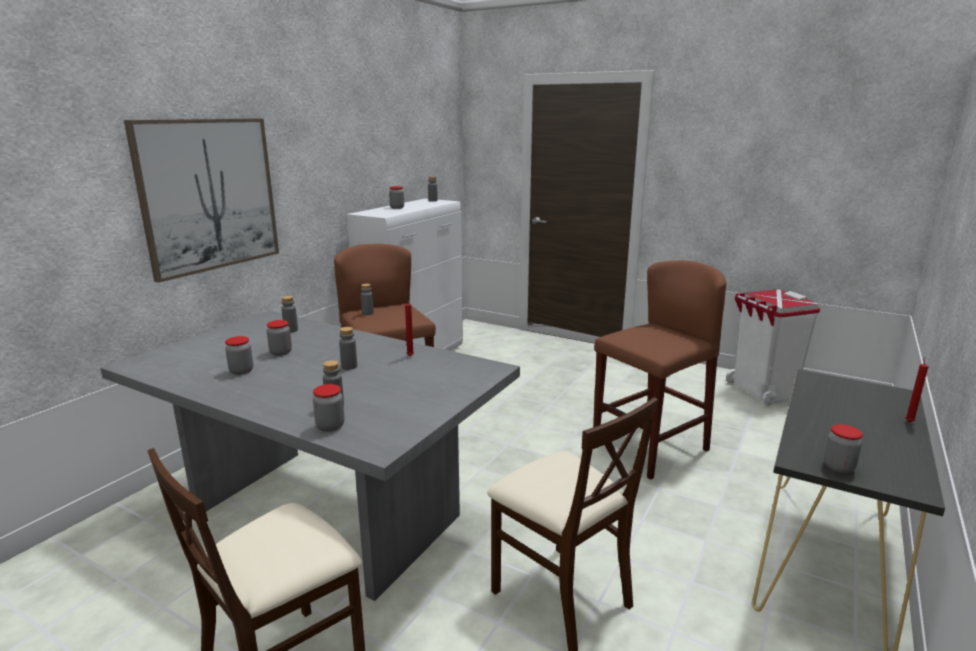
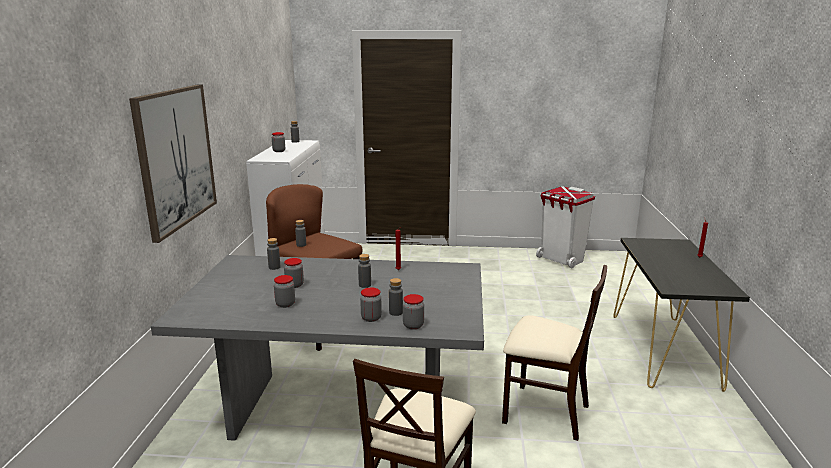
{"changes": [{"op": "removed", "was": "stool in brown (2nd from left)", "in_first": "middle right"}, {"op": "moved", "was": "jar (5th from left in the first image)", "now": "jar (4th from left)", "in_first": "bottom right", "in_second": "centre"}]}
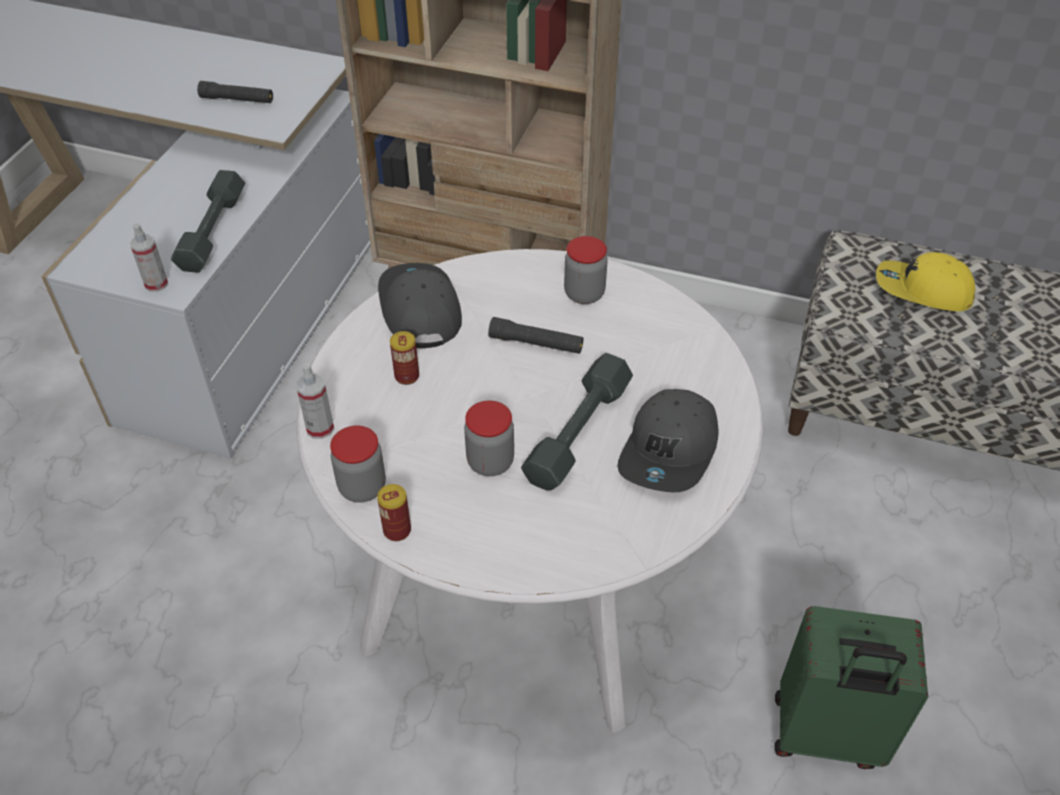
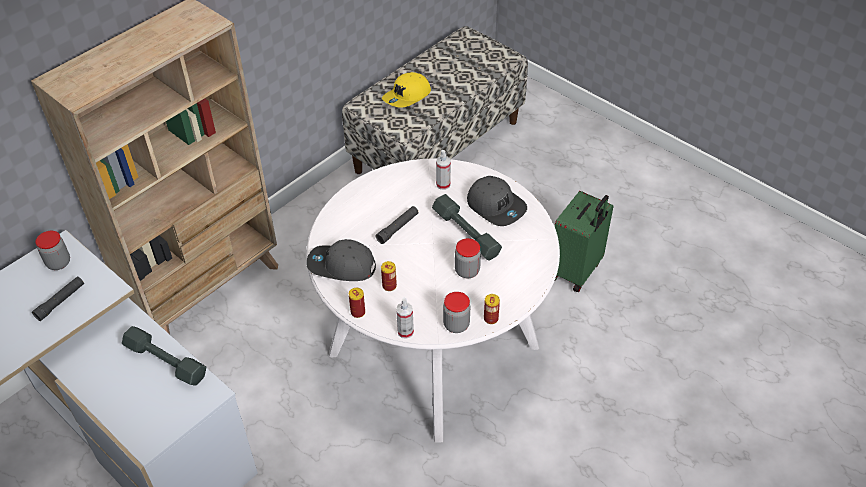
{"changes": [{"op": "added", "now": "can (1st from left)", "in_second": "centre"}, {"op": "moved", "was": "spray bottle (1st from left in the first image)", "now": "spray bottle (2nd from left)", "in_first": "top left", "in_second": "centre"}, {"op": "moved", "was": "jar (3rd from left in the first image)", "now": "jar (1st from left)", "in_first": "centre", "in_second": "middle left"}]}
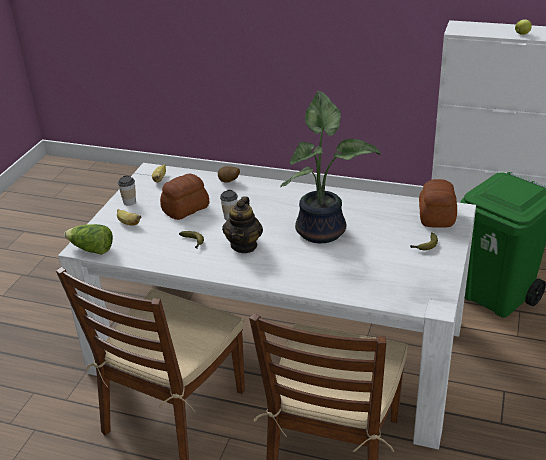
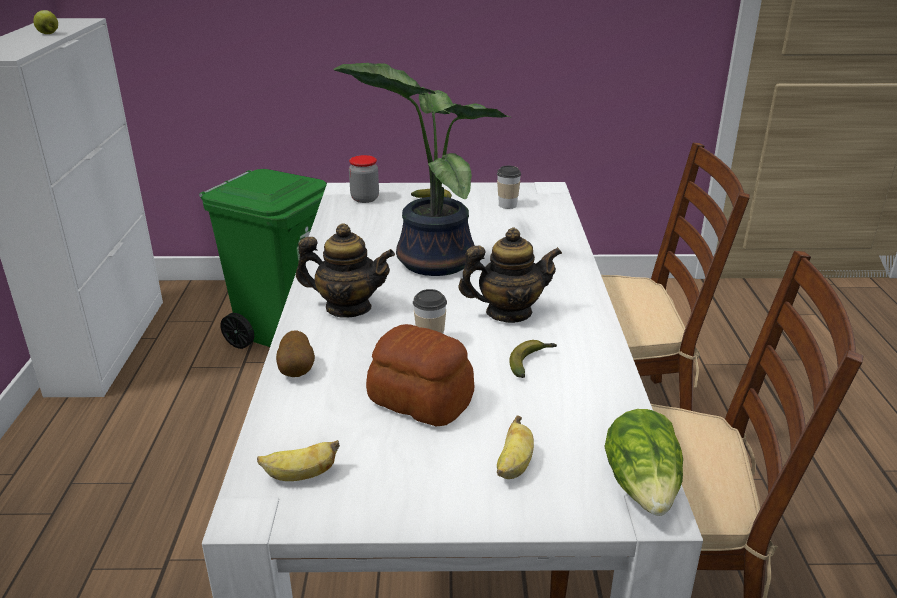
{"changes": [{"op": "added", "now": "teapot (1st from left)", "in_second": "centre"}, {"op": "moved", "was": "cup (1st from left in the first image)", "now": "cup (2nd from left)", "in_first": "middle left", "in_second": "top centre"}, {"op": "replaced", "was": "bread (2nd from left)", "now": "jar", "in_first": "middle right", "in_second": "top centre"}]}
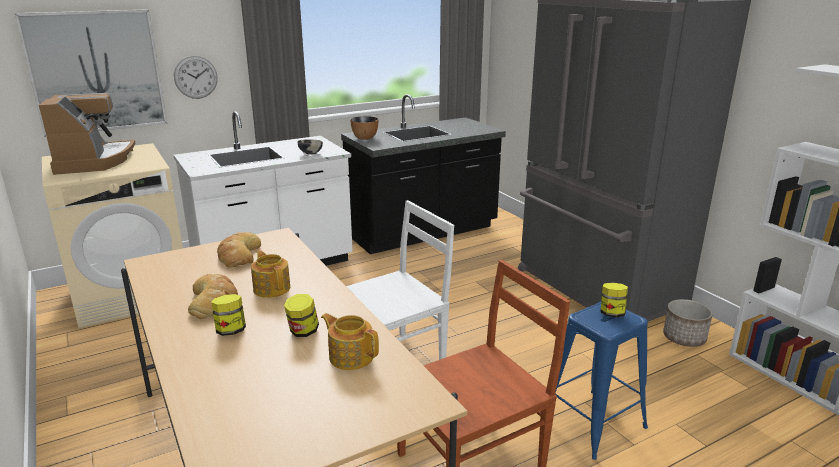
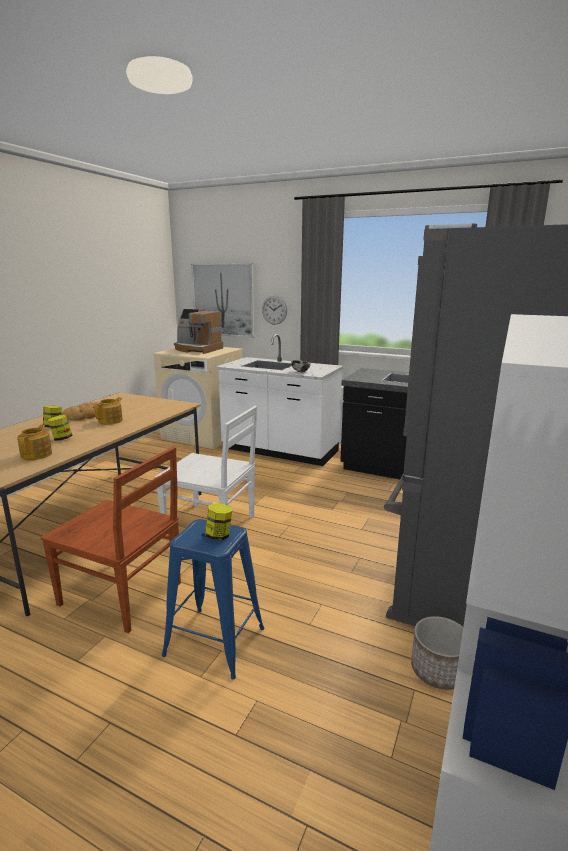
{"changes": [{"op": "removed", "was": "bread (2nd from left)", "in_first": "middle left"}, {"op": "removed", "was": "bowl (2nd from left)", "in_first": "top centre"}, {"op": "turned", "was": "coffee machine", "in_first": "top left", "in_second": "centre", "clockwise": 75}]}
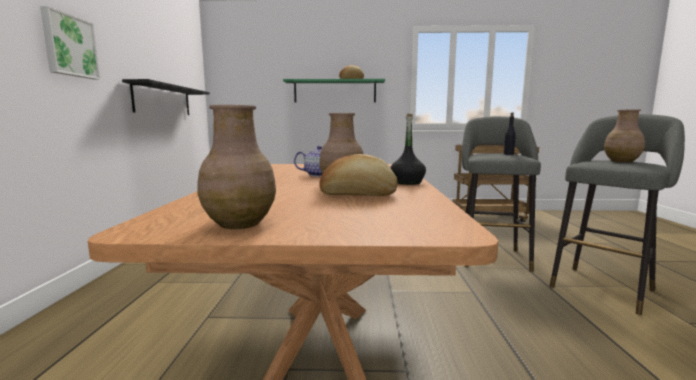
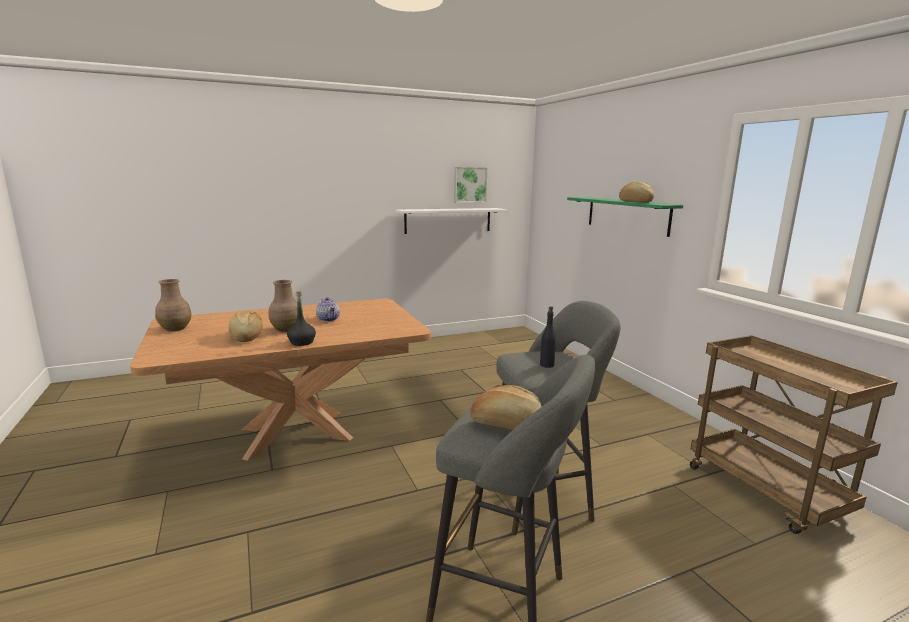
{"changes": [{"op": "moved", "was": "picture", "in_first": "top left", "in_second": "top centre"}, {"op": "replaced", "was": "vase in brown (3rd from left)", "now": "bread (2nd from left)", "in_first": "middle right", "in_second": "centre"}, {"op": "recoloured", "was": "shelf in black", "now": "shelf in white", "in_first": "top left", "in_second": "centre"}]}
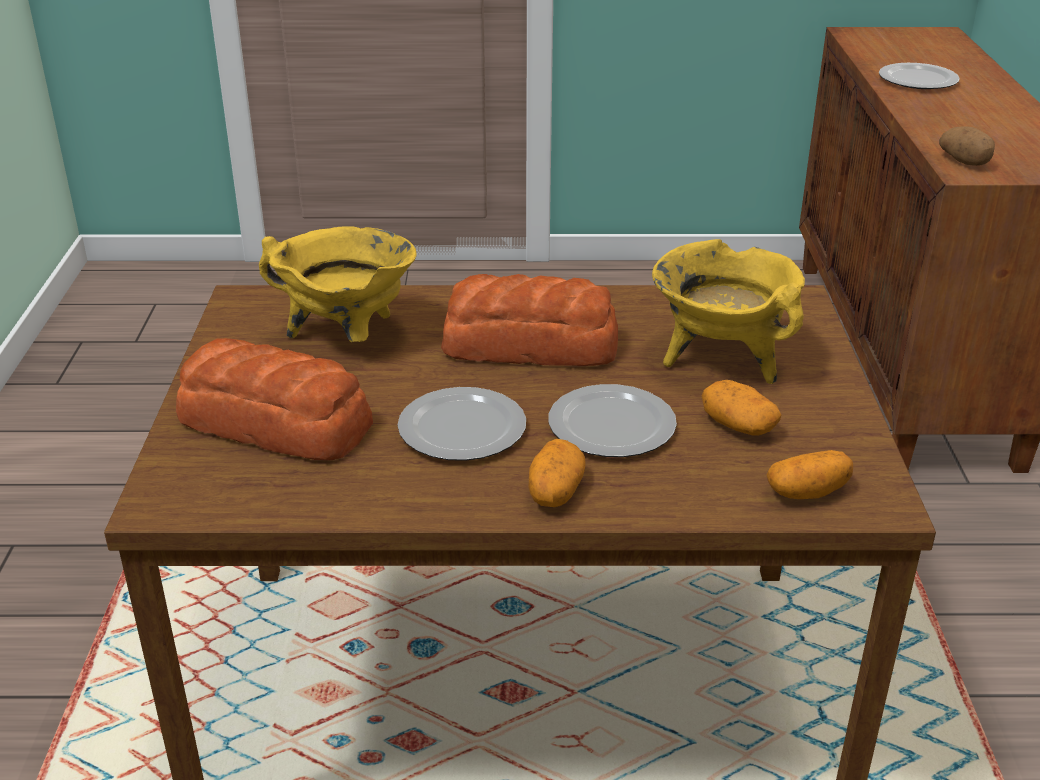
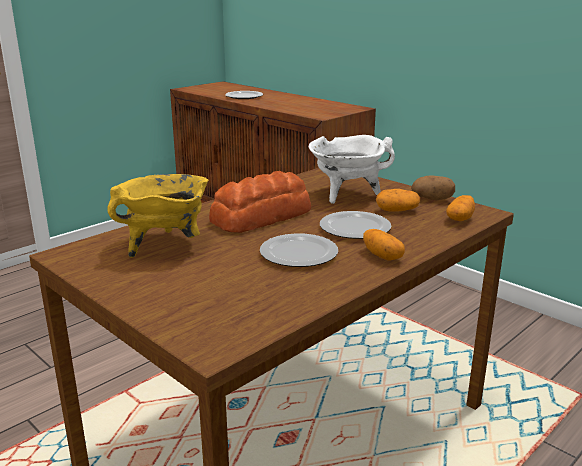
{"changes": [{"op": "removed", "was": "bread (1st from left)", "in_first": "middle left"}, {"op": "moved", "was": "potato (4th from left in the first image)", "now": "potato (3rd from left)", "in_first": "top right", "in_second": "middle right"}, {"op": "recoloured", "was": "cooking pot in yellow (2nd from left)", "now": "cooking pot in white", "in_first": "middle right", "in_second": "centre"}]}
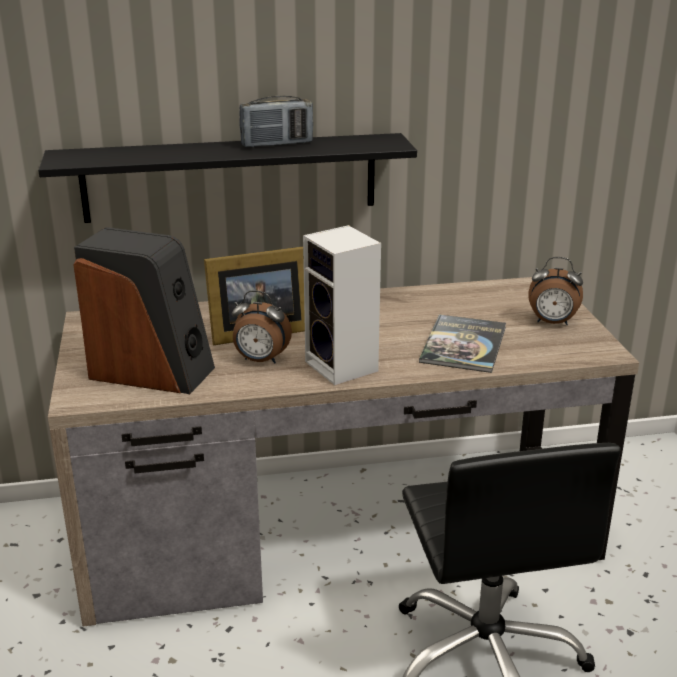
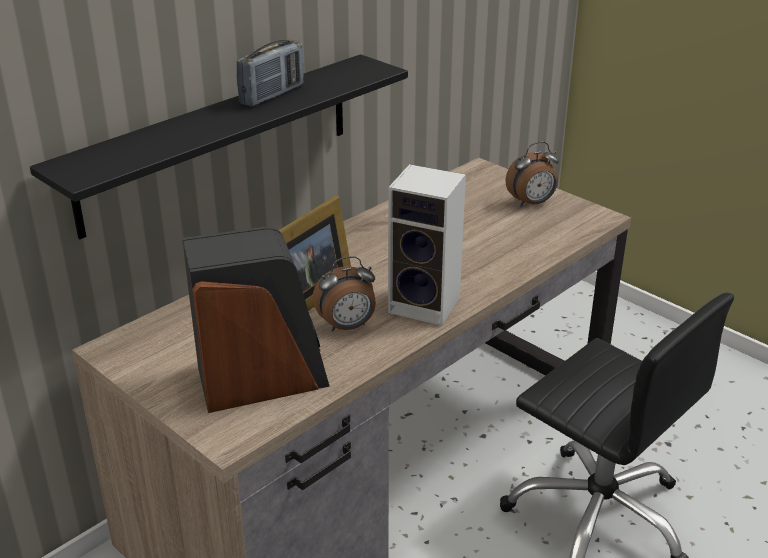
{"changes": [{"op": "removed", "was": "book", "in_first": "middle right"}]}
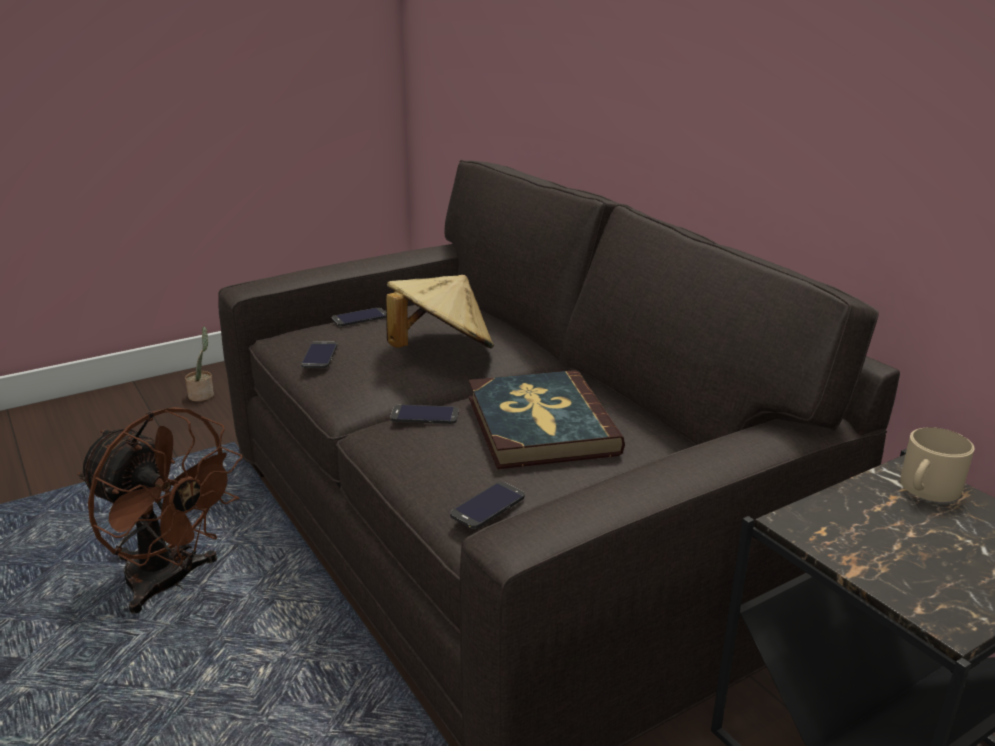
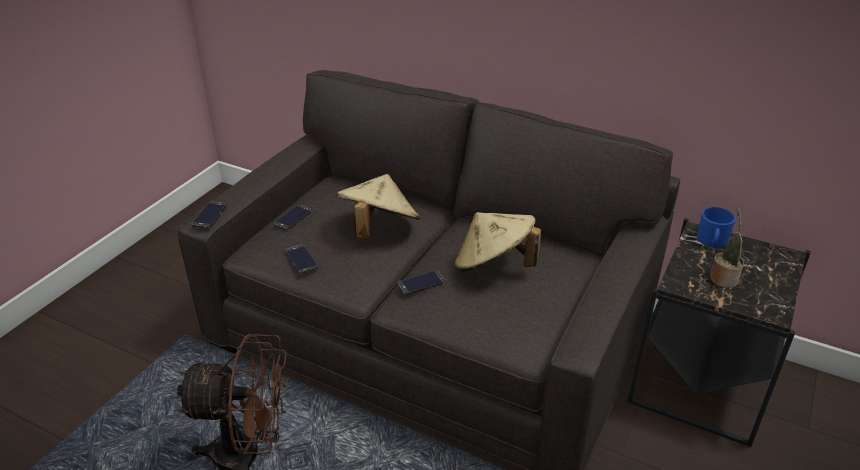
{"changes": [{"op": "moved", "was": "potted plant", "in_first": "middle left", "in_second": "middle right"}, {"op": "moved", "was": "phone (4th from left in the first image)", "now": "phone (1st from left)", "in_first": "bottom centre", "in_second": "middle left"}, {"op": "replaced", "was": "book", "now": "hat in beige (2nd from left)", "in_first": "centre", "in_second": "centre"}, {"op": "recoloured", "was": "mug in beige", "now": "mug in blue", "in_first": "middle right", "in_second": "middle right"}]}
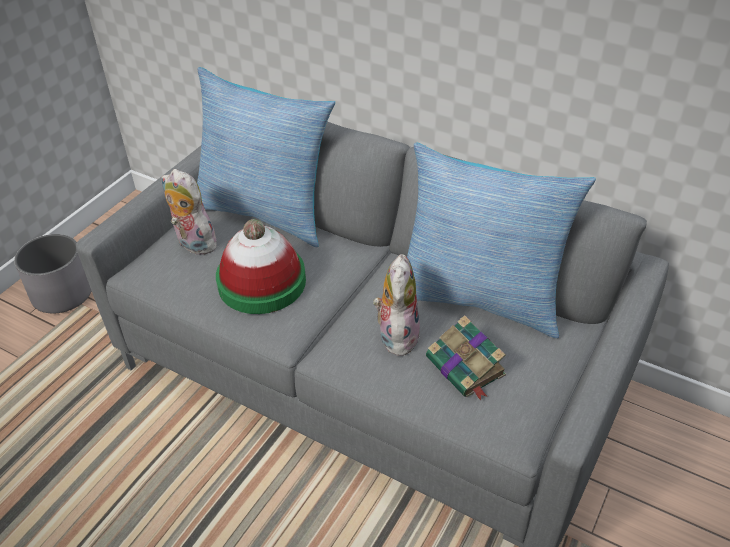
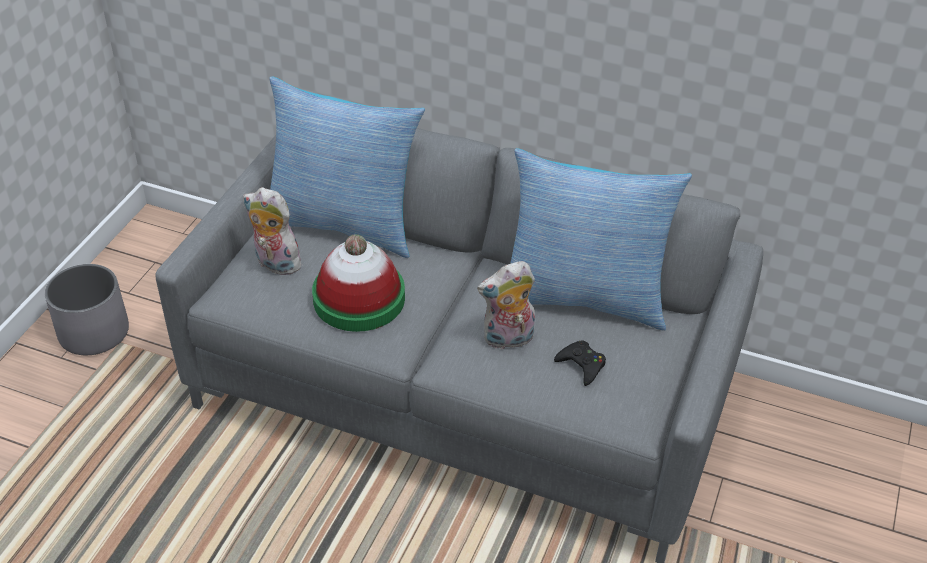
{"changes": [{"op": "replaced", "was": "book", "now": "game controller in black", "in_first": "centre", "in_second": "centre"}, {"op": "turned", "was": "plush toy (2nd from left)", "in_first": "centre", "in_second": "centre", "clockwise": -105}]}
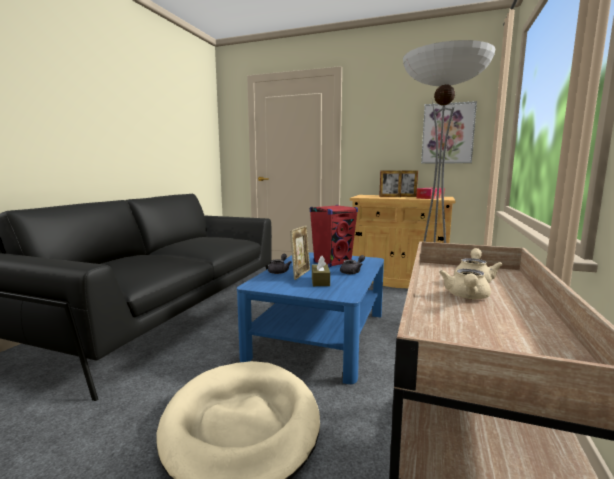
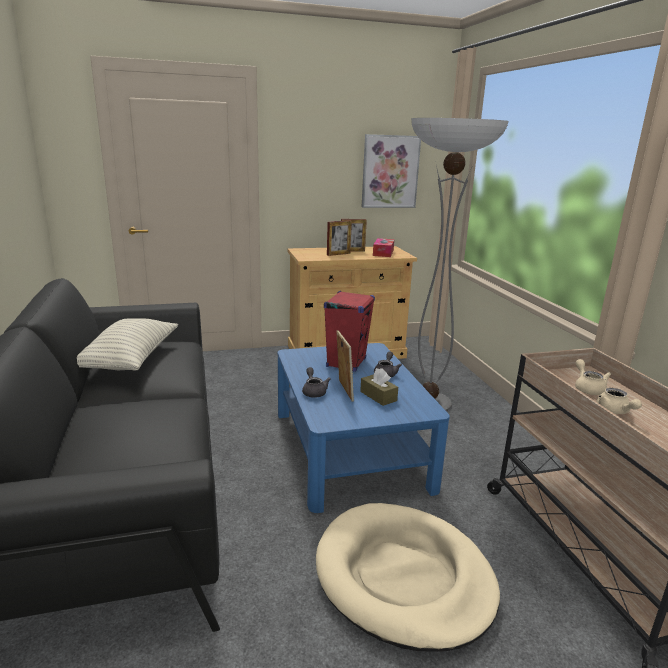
{"changes": [{"op": "added", "now": "pillow", "in_second": "middle left"}]}
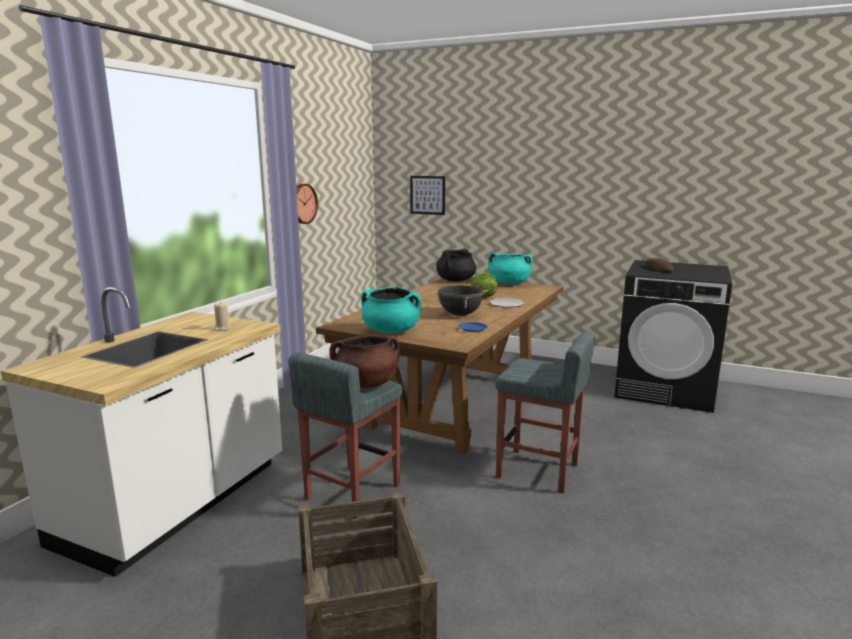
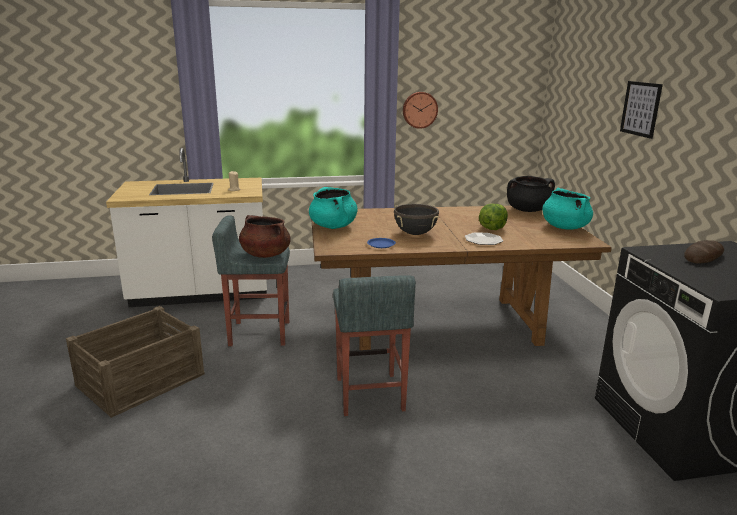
{"changes": [{"op": "moved", "was": "picture", "in_first": "top centre", "in_second": "top right"}]}
